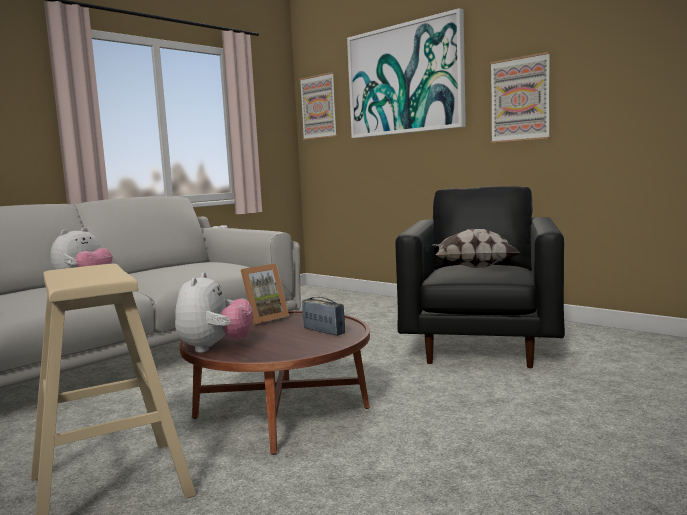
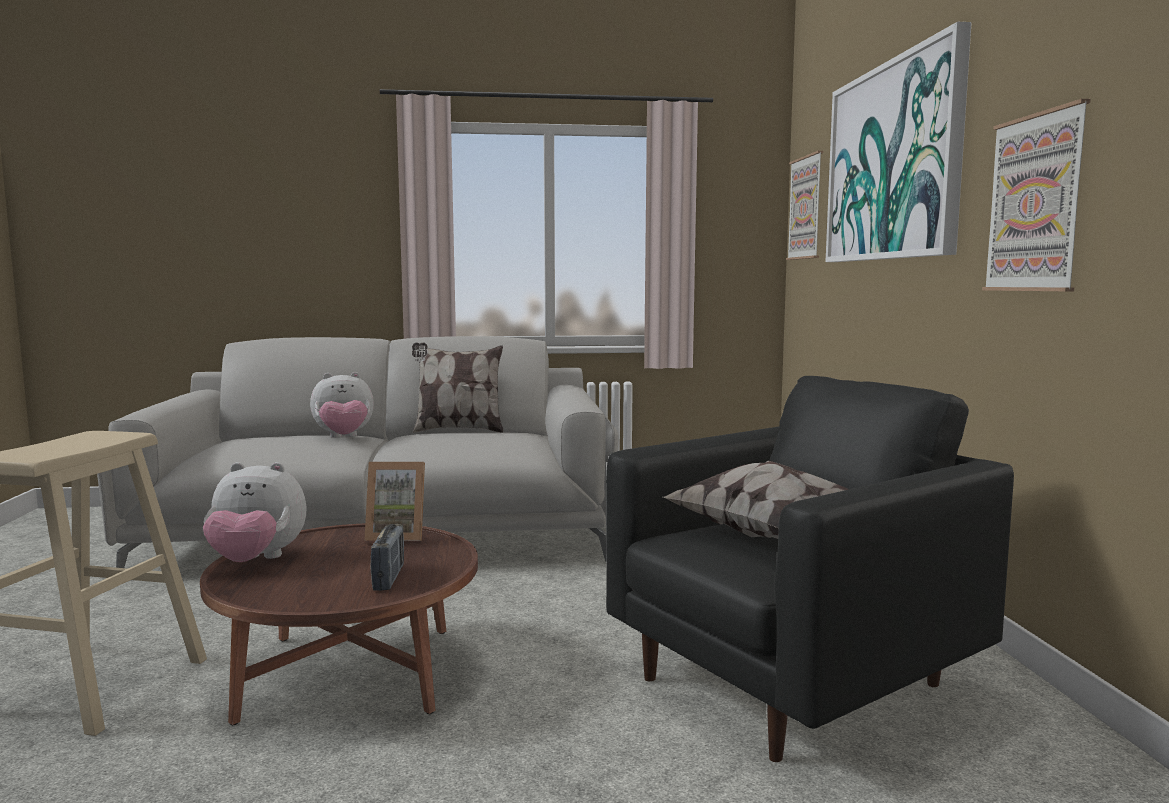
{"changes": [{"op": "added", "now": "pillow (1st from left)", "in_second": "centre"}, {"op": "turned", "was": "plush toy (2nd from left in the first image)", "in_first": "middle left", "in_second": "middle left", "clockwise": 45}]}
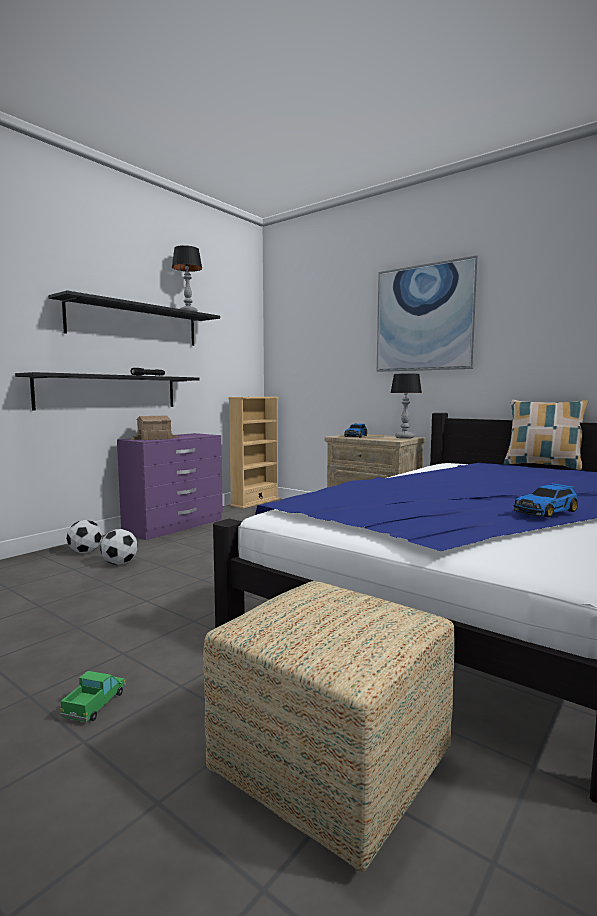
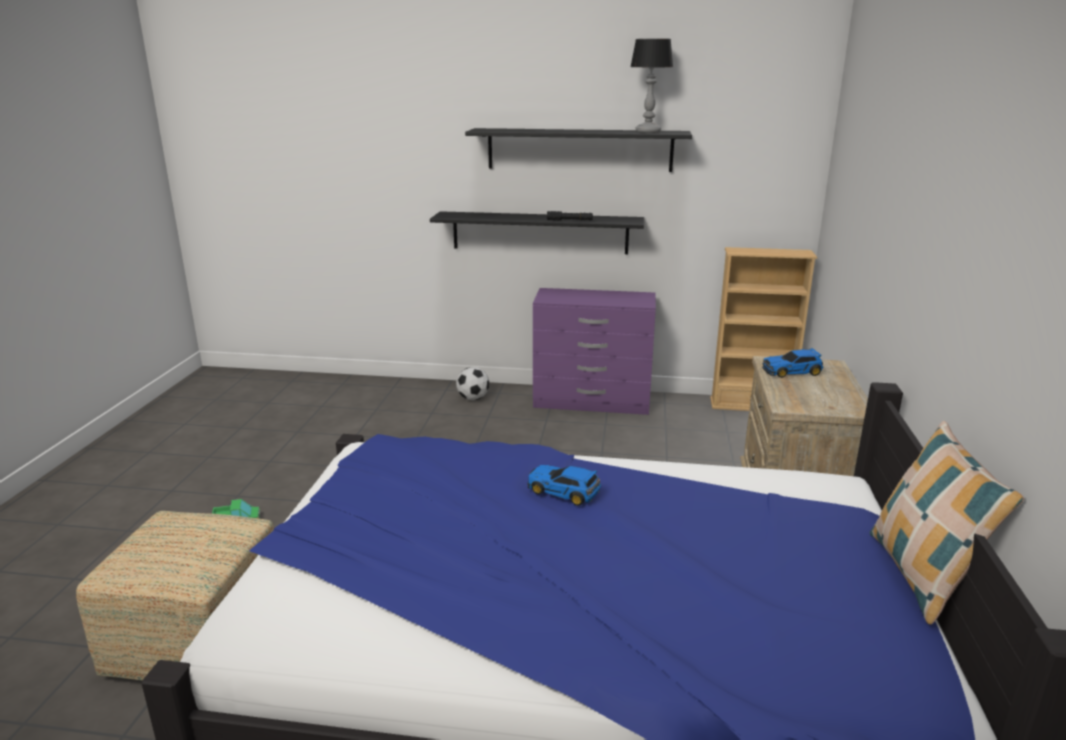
{"changes": [{"op": "removed", "was": "football (2nd from left)", "in_first": "middle left"}, {"op": "removed", "was": "toy house", "in_first": "middle left"}, {"op": "removed", "was": "picture", "in_first": "middle right"}, {"op": "removed", "was": "table lamp (2nd from left)", "in_first": "middle right"}, {"op": "moved", "was": "toy car (2nd from left in the first image)", "now": "toy car (1st from left)", "in_first": "middle right", "in_second": "centre"}]}
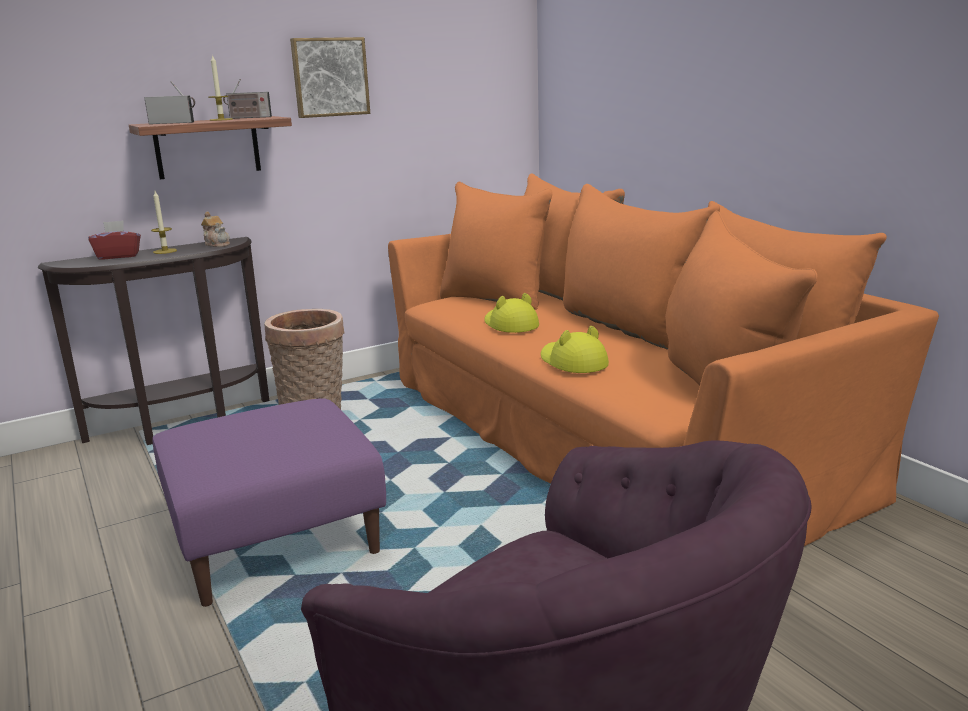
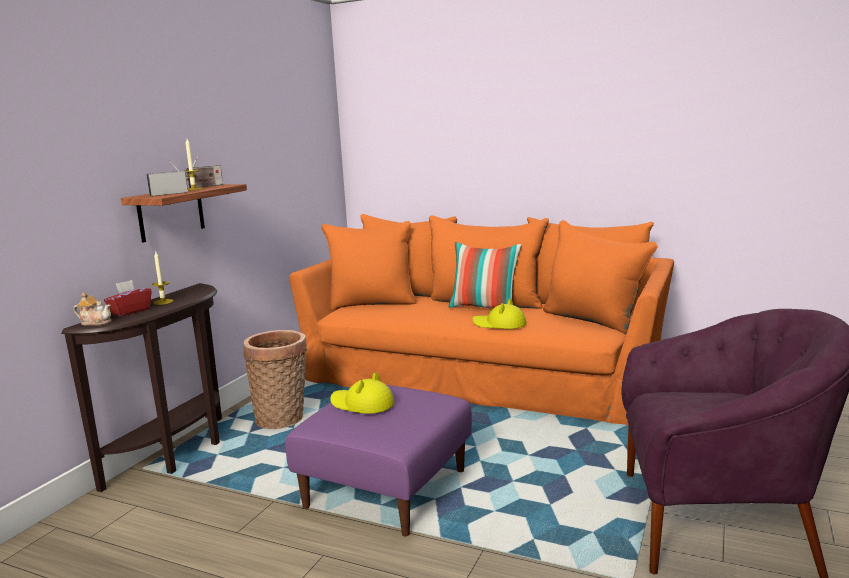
{"changes": [{"op": "removed", "was": "picture", "in_first": "top centre"}, {"op": "added", "now": "pillow", "in_second": "centre"}, {"op": "moved", "was": "teapot", "in_first": "top left", "in_second": "middle left"}, {"op": "moved", "was": "hat in yellow (1st from left)", "in_first": "centre", "in_second": "bottom centre"}]}
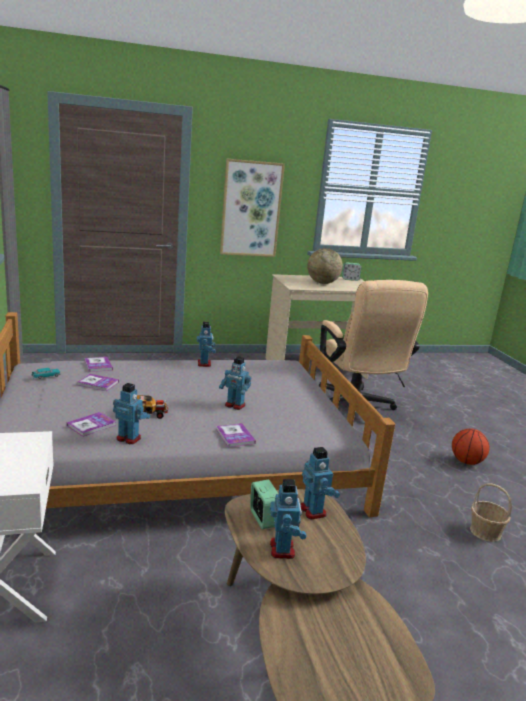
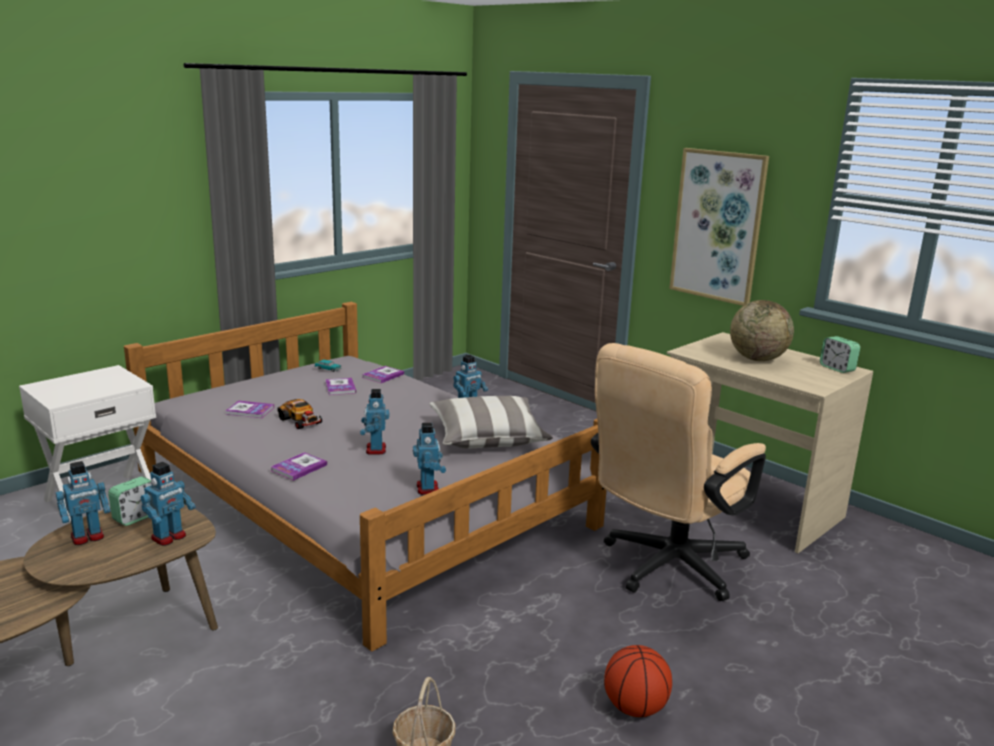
{"changes": [{"op": "added", "now": "pillow", "in_second": "centre"}, {"op": "moved", "was": "toy robot (1st from left in the first image)", "now": "toy robot (4th from left)", "in_first": "middle left", "in_second": "centre"}]}
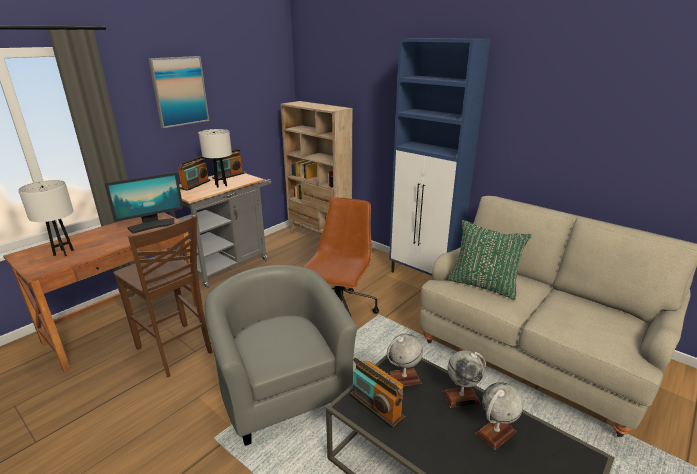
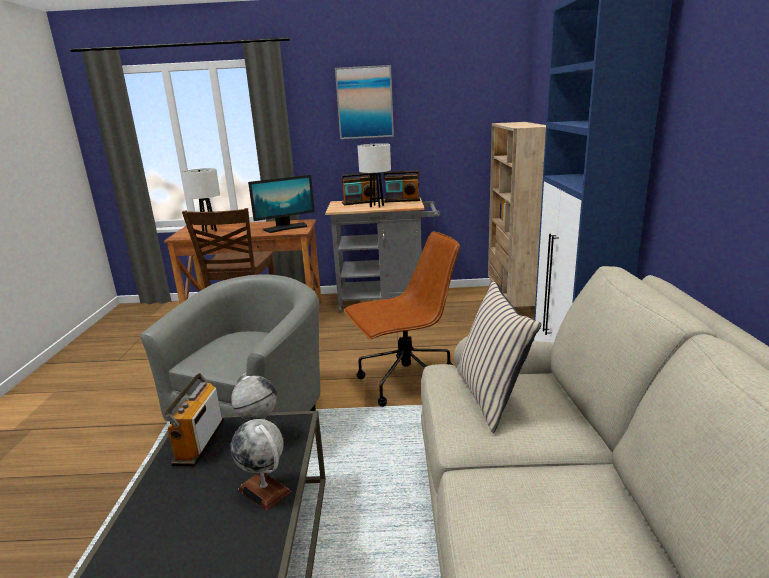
{"changes": [{"op": "removed", "was": "globe (3rd from left)", "in_first": "bottom right"}, {"op": "recoloured", "was": "pillow in green", "now": "pillow in beige", "in_first": "middle right", "in_second": "centre"}, {"op": "turned", "was": "monitor", "in_first": "middle left", "in_second": "centre", "clockwise": -45}]}
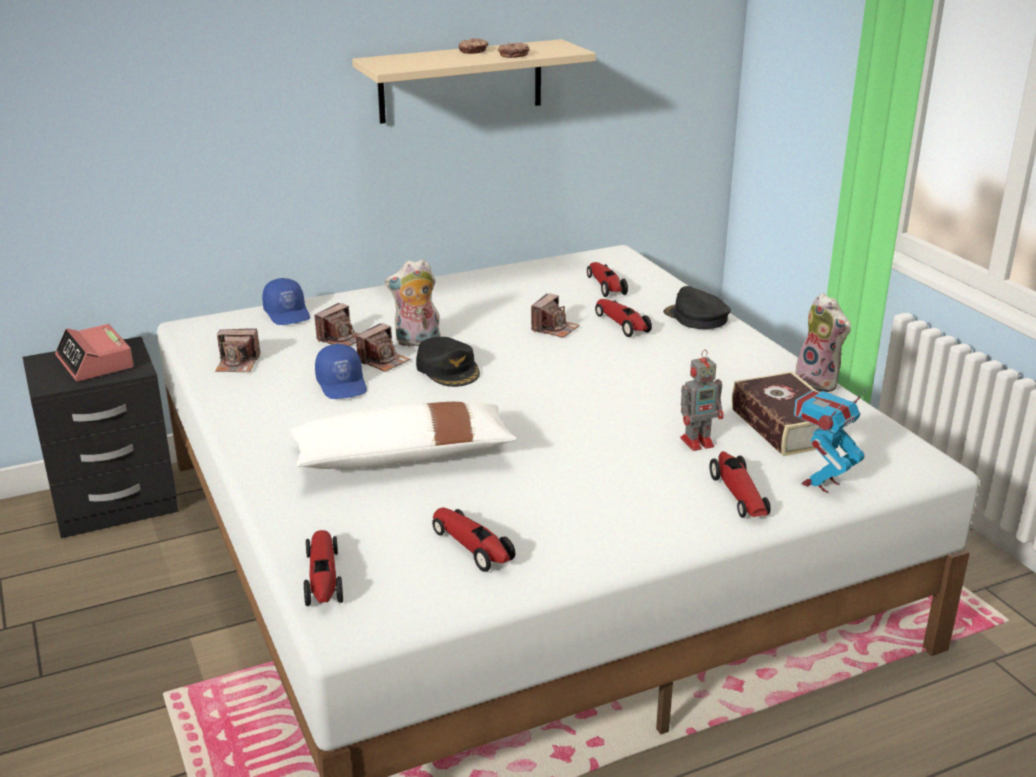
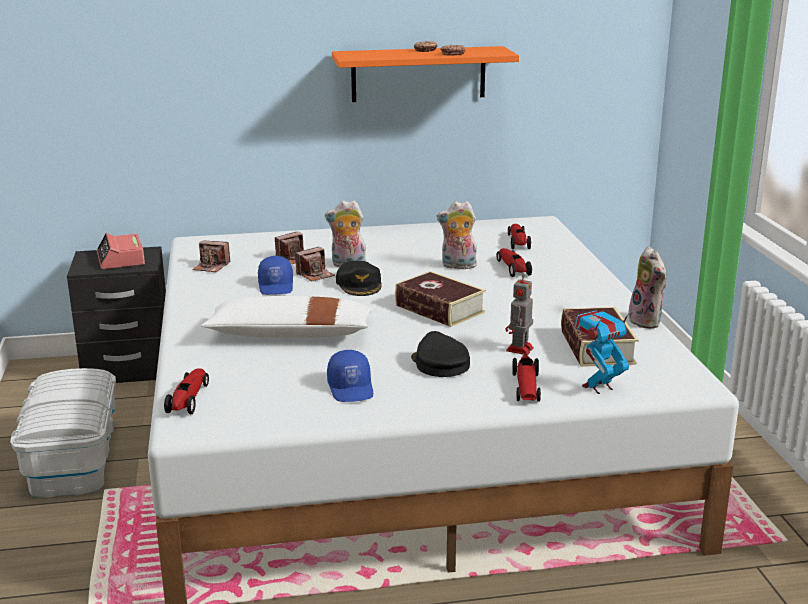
{"changes": [{"op": "removed", "was": "toy car (2nd from left)", "in_first": "bottom centre"}, {"op": "added", "now": "storage box in white", "in_second": "bottom left"}, {"op": "added", "now": "book (1st from left)", "in_second": "centre"}, {"op": "moved", "was": "cap in blue (1st from left in the first image)", "now": "cap in blue (2nd from left)", "in_first": "middle left", "in_second": "centre"}, {"op": "moved", "was": "cap in black (2nd from left)", "in_first": "middle right", "in_second": "centre"}, {"op": "replaced", "was": "photo camera (4th from left)", "now": "plush toy (2nd from left)", "in_first": "centre", "in_second": "centre"}, {"op": "recoloured", "was": "shelf in beige", "now": "shelf in orange", "in_first": "top centre", "in_second": "top centre"}, {"op": "turned", "was": "toy robot (1st from left)", "in_first": "middle right", "in_second": "centre", "clockwise": 120}]}
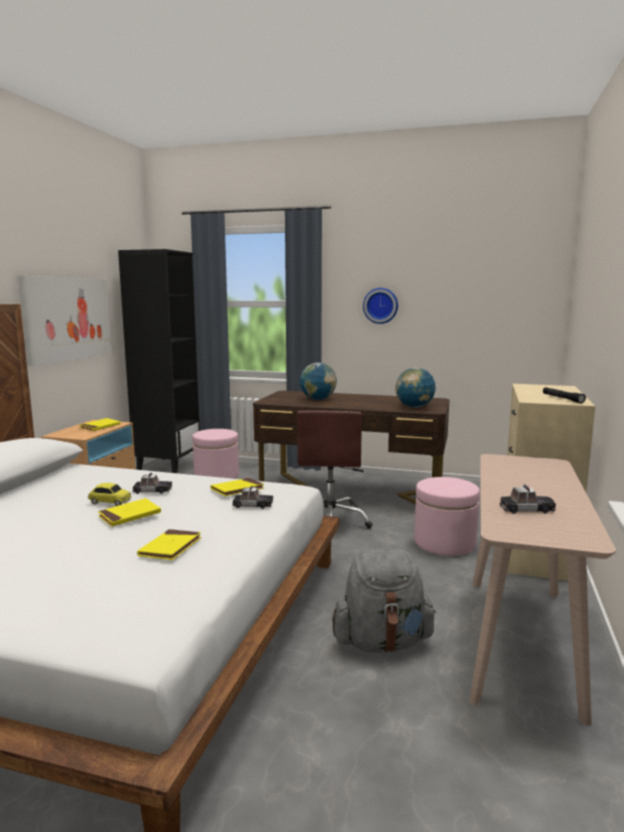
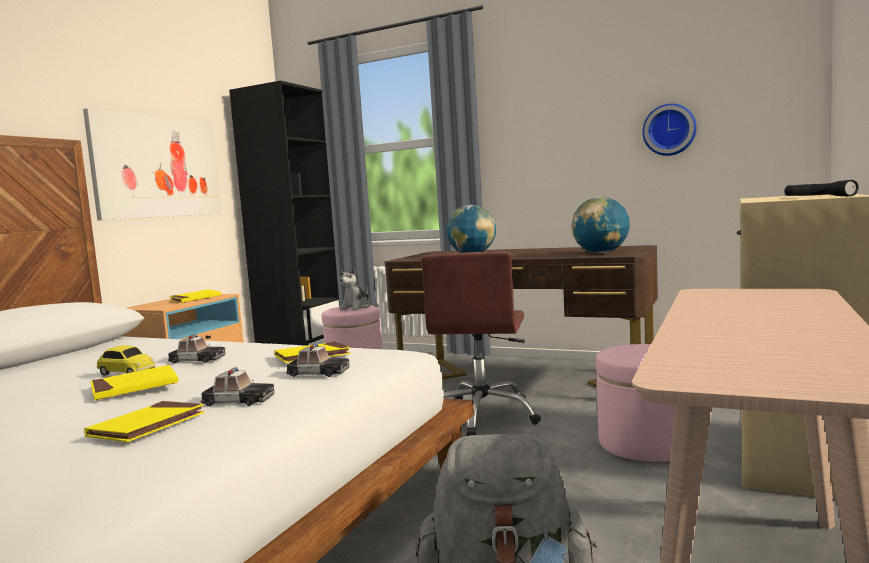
{"changes": [{"op": "added", "now": "plush toy", "in_second": "centre"}, {"op": "moved", "was": "wall clock", "in_first": "centre", "in_second": "top right"}, {"op": "moved", "was": "toy car (4th from left in the first image)", "now": "toy car (3rd from left)", "in_first": "middle right", "in_second": "bottom left"}]}
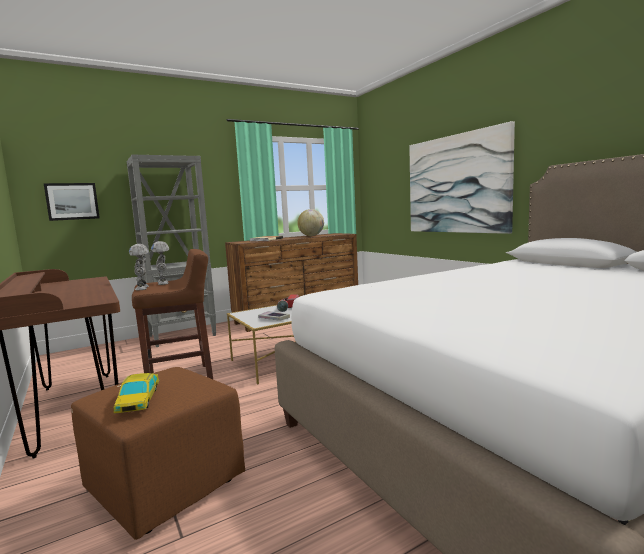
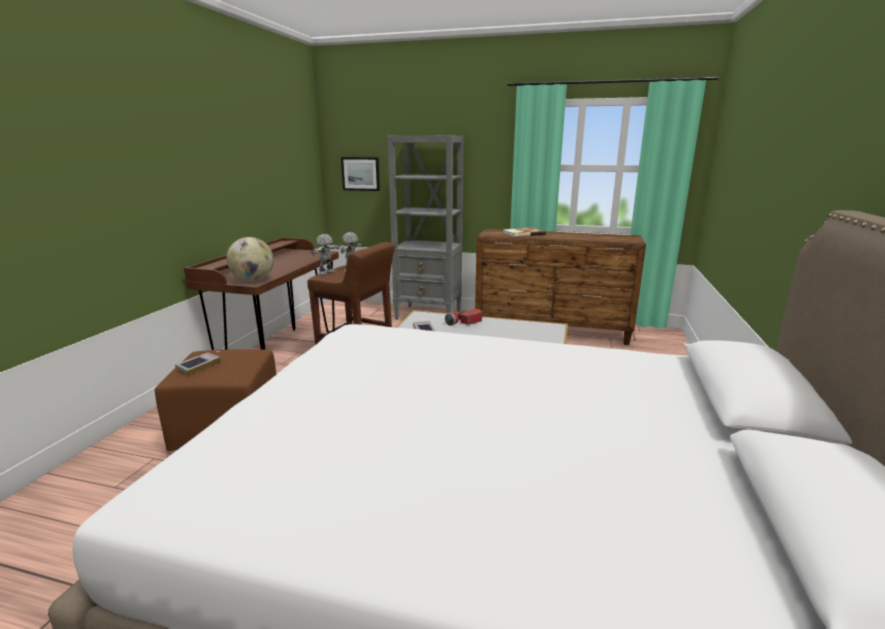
{"changes": [{"op": "removed", "was": "picture (2nd from left)", "in_first": "top right"}, {"op": "moved", "was": "globe", "in_first": "centre", "in_second": "middle left"}, {"op": "replaced", "was": "toy car", "now": "book (1st from left)", "in_first": "bottom left", "in_second": "middle left"}]}
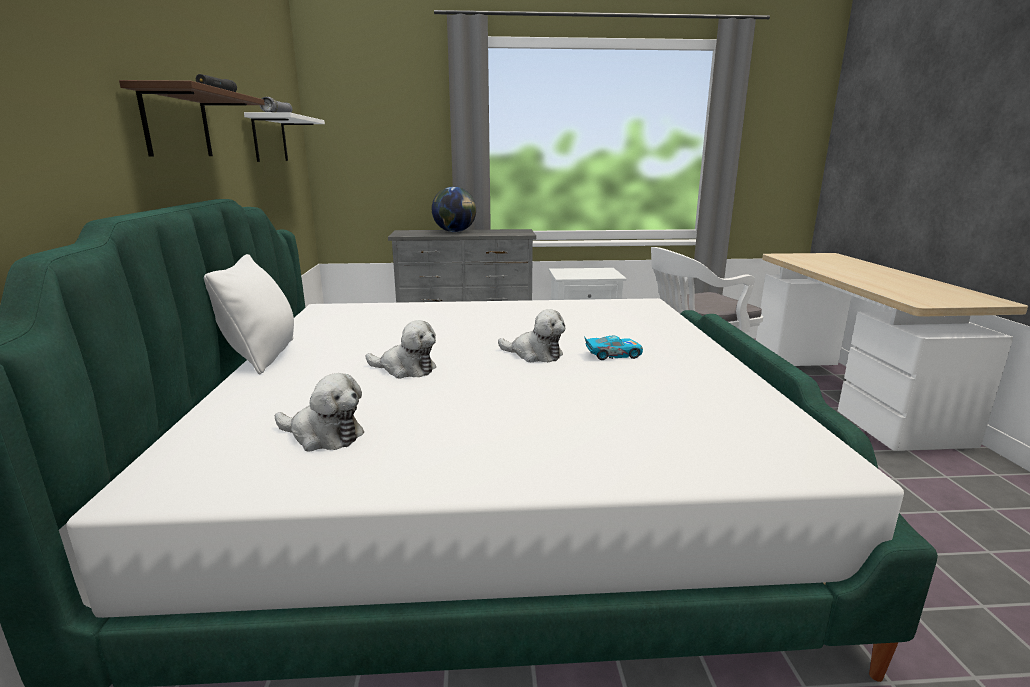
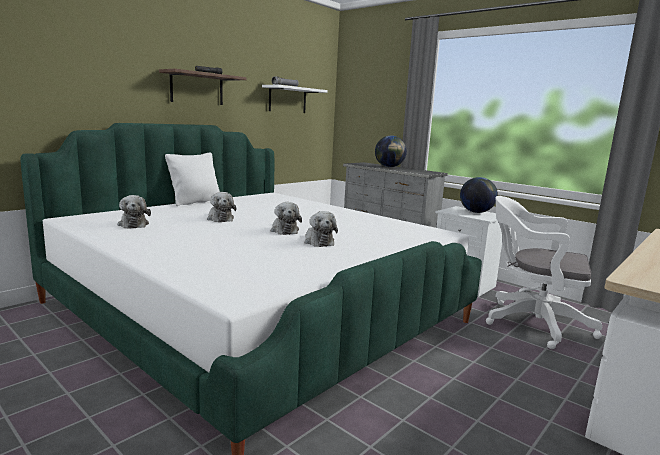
{"changes": [{"op": "added", "now": "globe (2nd from left)", "in_second": "middle right"}, {"op": "replaced", "was": "toy car", "now": "plush toy (4th from left)", "in_first": "centre", "in_second": "centre"}]}
